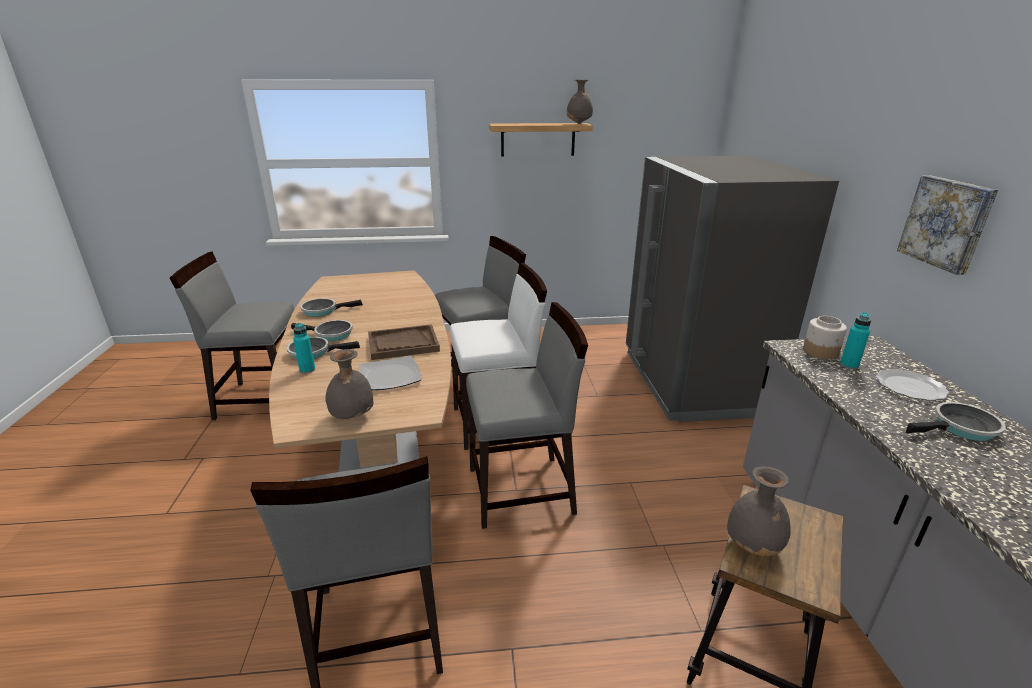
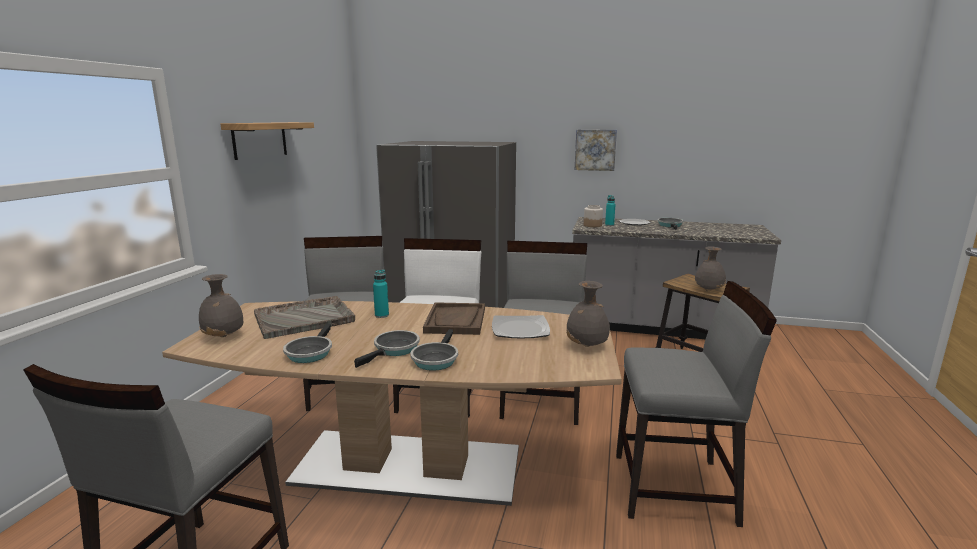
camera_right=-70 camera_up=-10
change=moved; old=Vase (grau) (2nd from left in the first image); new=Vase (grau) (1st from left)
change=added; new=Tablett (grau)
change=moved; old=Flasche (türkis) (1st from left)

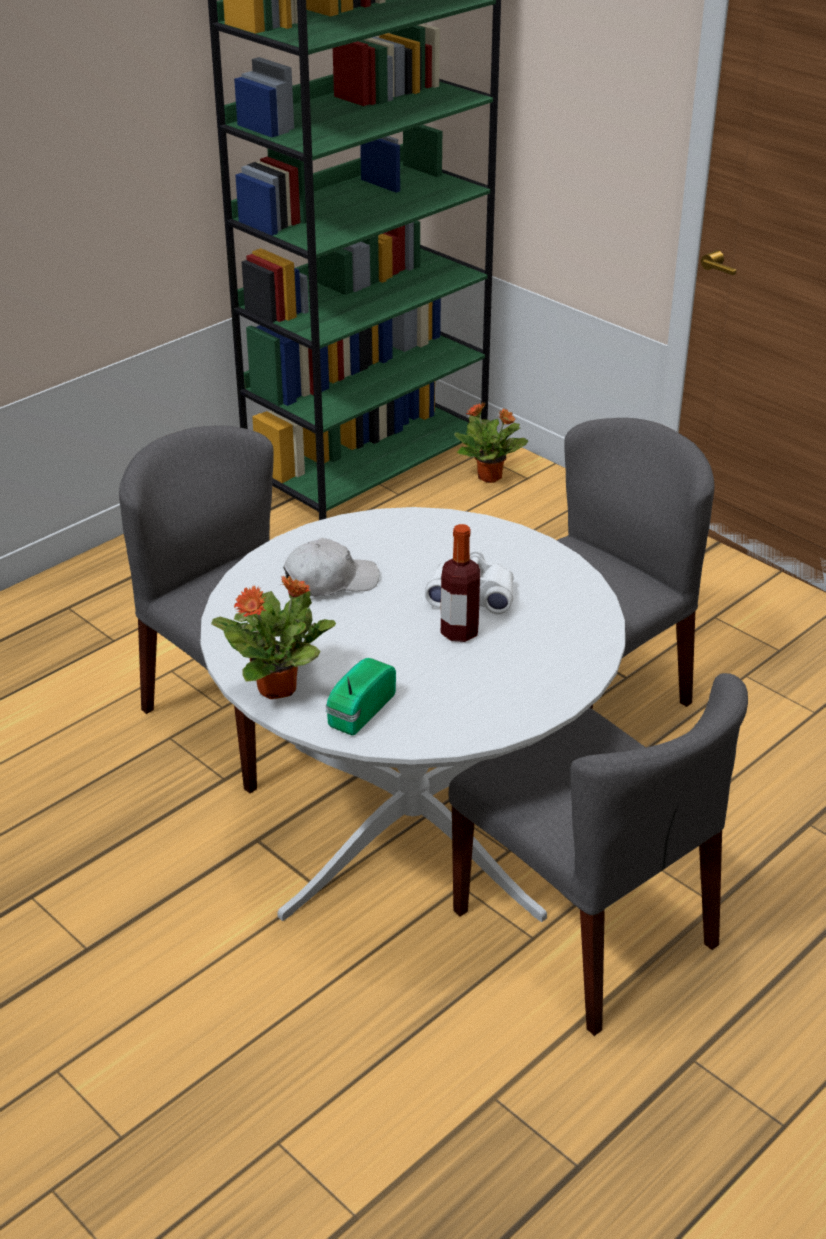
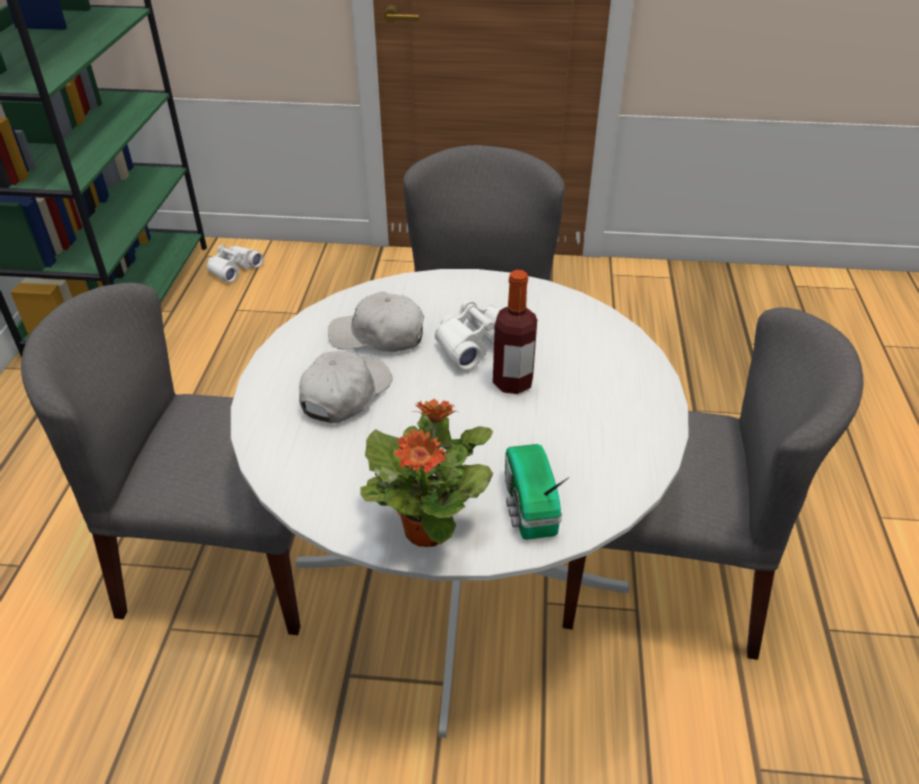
camera_right=-40 camera_up=5
change=replaced; old=Topfpflanze (2nd from left); new=Fernglas (weiß) (1st from left)
change=added; new=Kappe (weiß) (2nd from left)

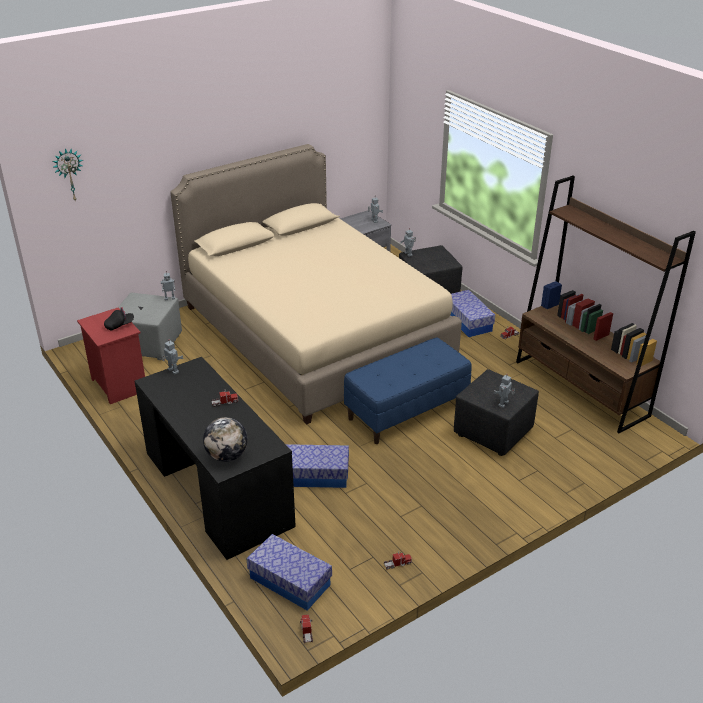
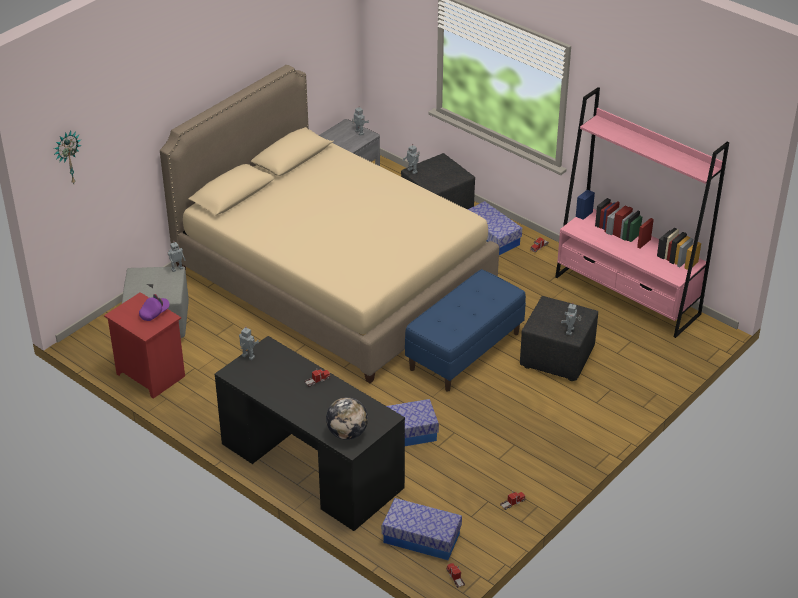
camera_right=-15 camera_up=5
change=recoloured; old=Kappe (schwarz); new=Kappe (lila)
change=recoloured; old=Bücherregal (braun); new=Bücherregal (rosa)

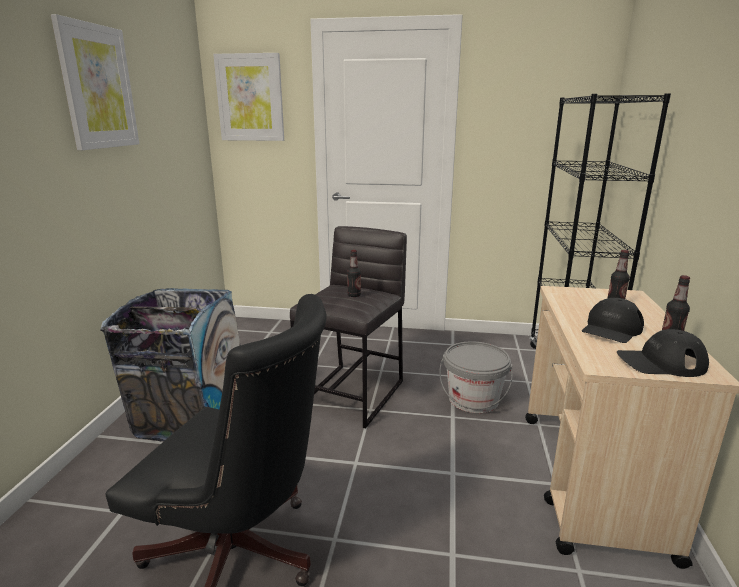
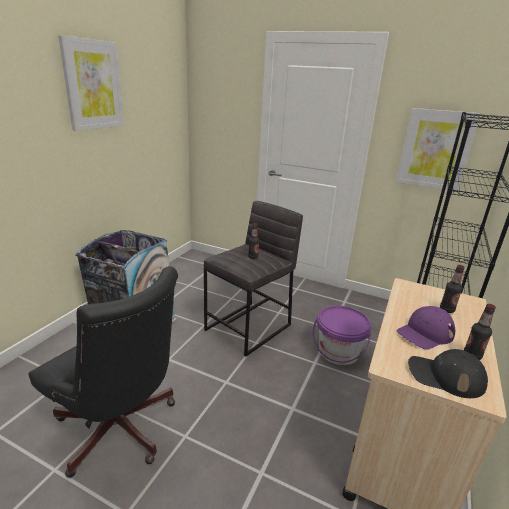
camera_right=15 camera_up=5
change=recoloured; old=Eimer (grau); new=Eimer (lila)
change=moved; old=Bild (2nd from left)
change=recoloured; old=Kappe (schwarz) (1st from left); new=Kappe (lila)

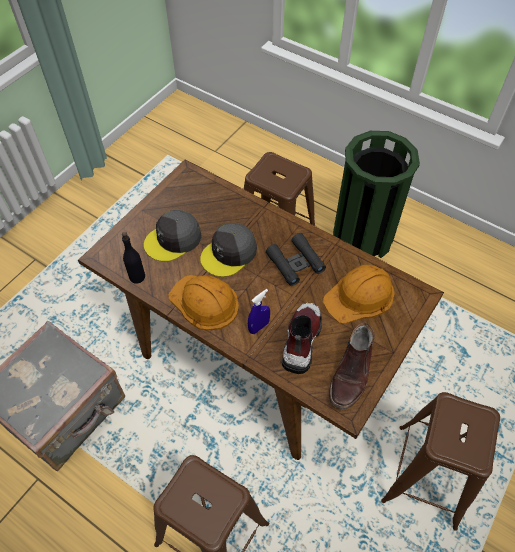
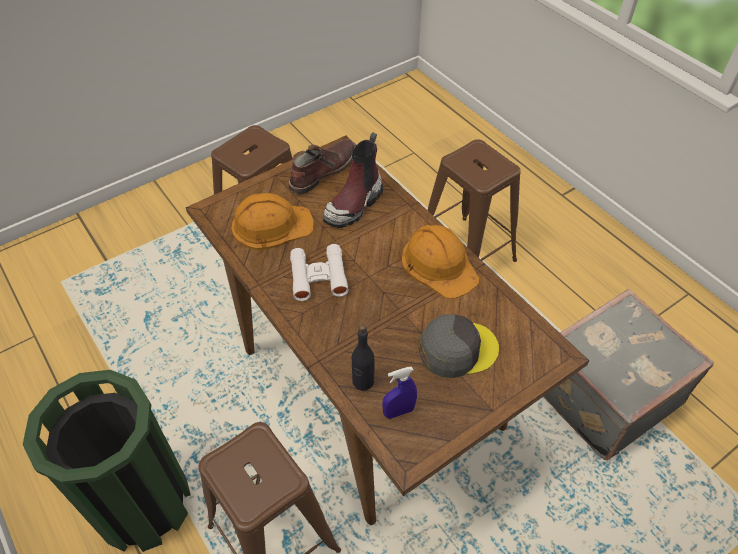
camera_right=-160 camera_up=-5
change=recoloured; old=Fernglas (schwarz); new=Fernglas (weiß)
change=moved; old=Flasche (schwarz)
change=moved; old=Sprühflasche (blau)
change=removed; old=Kappe (grau) (2nd from left)

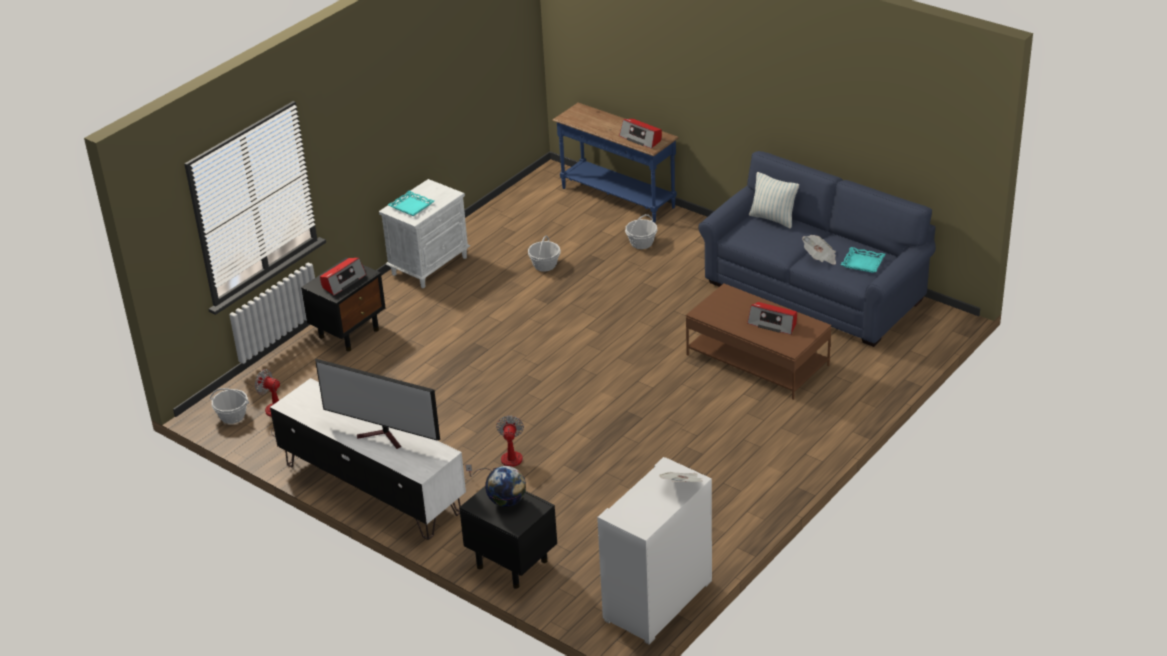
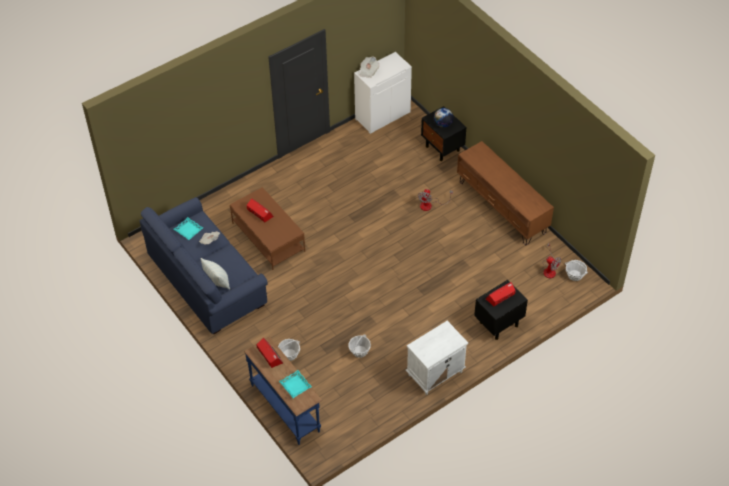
camera_right=-165 camera_up=15
change=moved; old=Tablett (türkis) (1st from left in the first image); new=Tablett (türkis) (2nd from left)
change=recoloured; old=Fernsehschrank (weiß); new=Fernsehschrank (braun)
change=removed; old=Fernseher

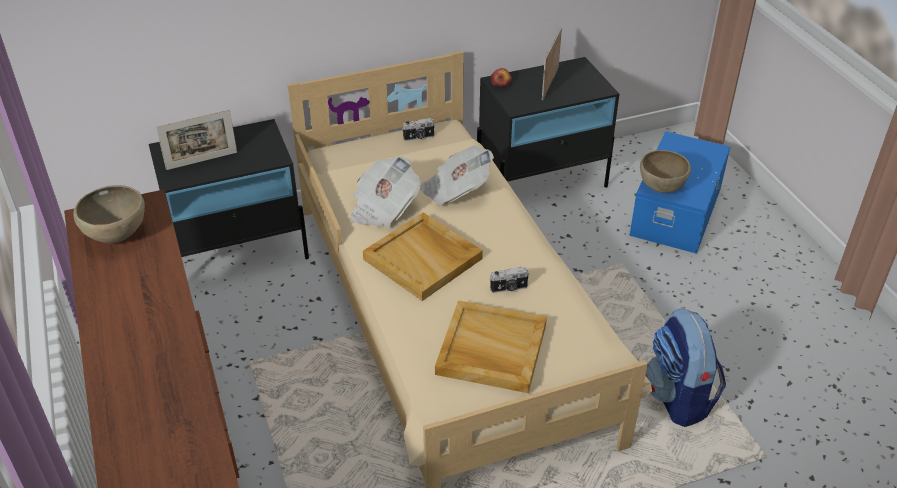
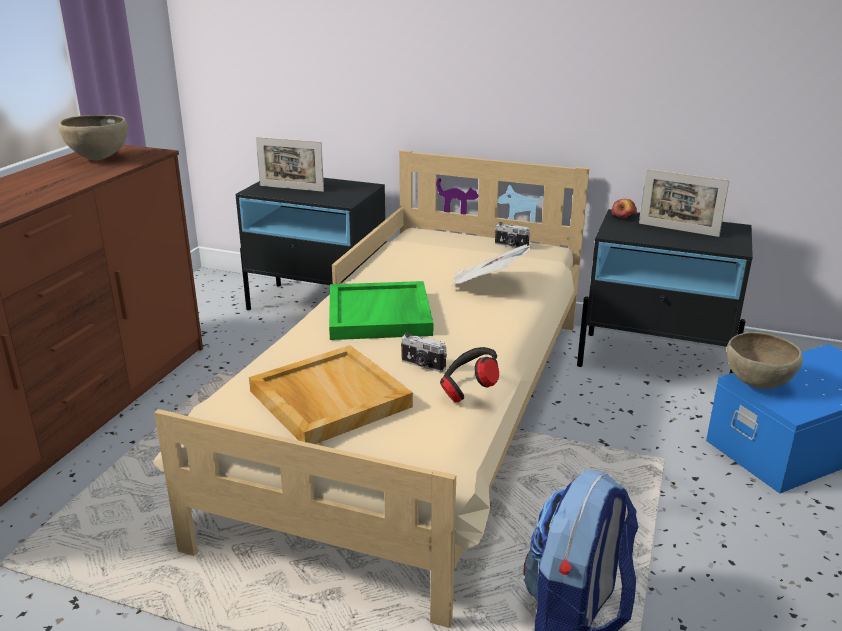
camera_right=40 camera_up=-15
change=recoloured; old=Tablett (beige) (1st from left); new=Tablett (grün)
change=added; new=Kopfhörer (schwarz)
change=turned; old=Bilderrahmen (2nd from left); degrees=-120
change=removed; old=Zeitung (1st from left)

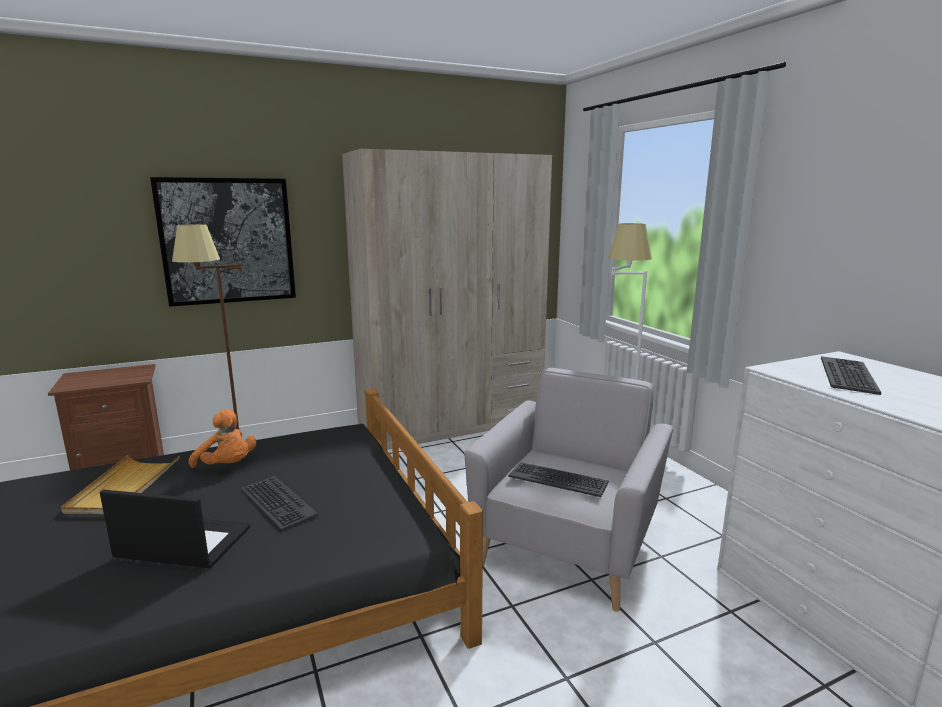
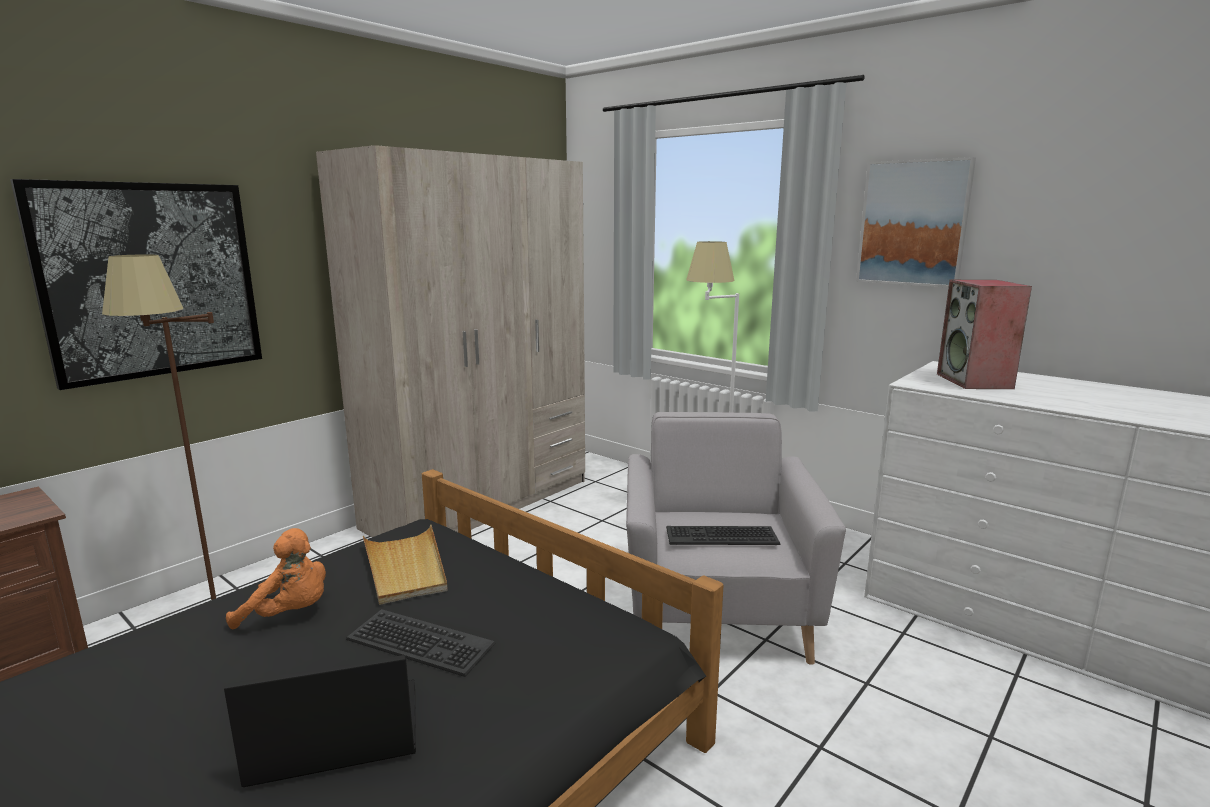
camera_right=-25 camera_up=0
change=moved; old=Tablett (beige)
change=added; new=Bild (2nd from left)
change=replaced; old=Tastatur (3rd from left); new=Lautsprecher

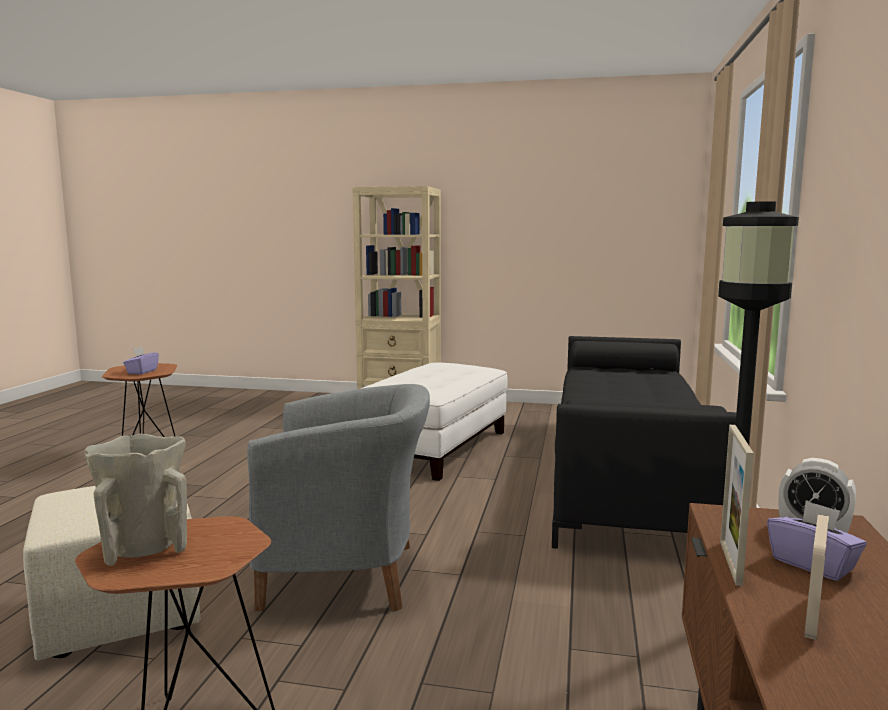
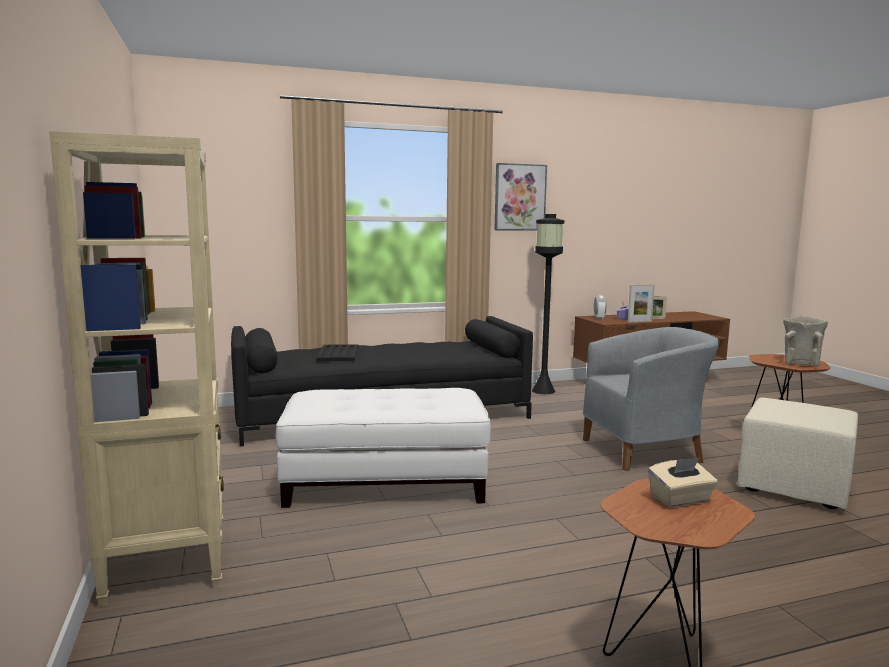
camera_right=-120 camera_up=0
change=added; new=Tablett (schwarz)
change=added; new=Bild
change=turned; old=Sessel (grau); degrees=105
change=recoloured; old=Taschentuchbox (lila) (1st from left); new=Taschentuchbox (beige)

